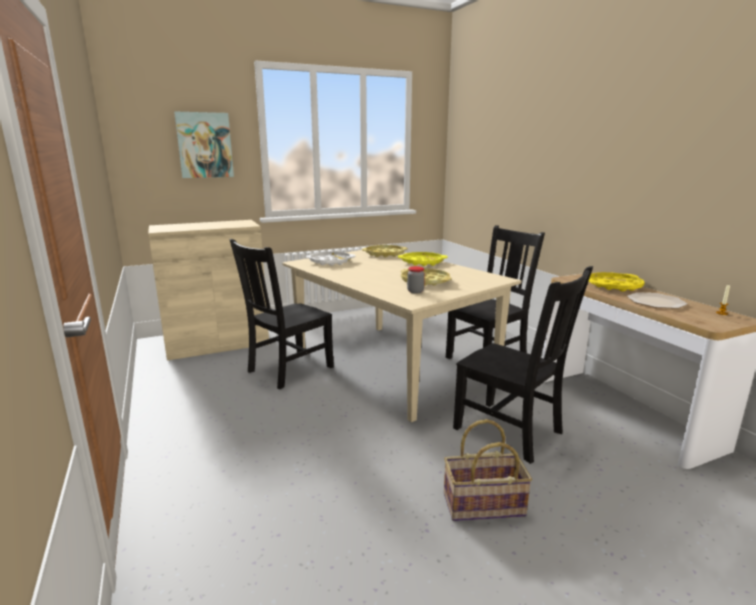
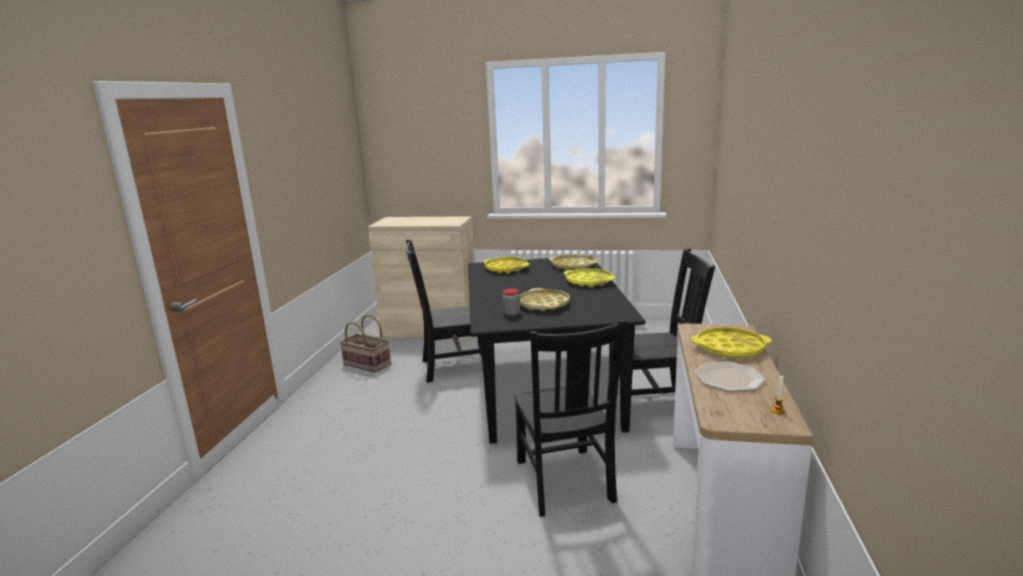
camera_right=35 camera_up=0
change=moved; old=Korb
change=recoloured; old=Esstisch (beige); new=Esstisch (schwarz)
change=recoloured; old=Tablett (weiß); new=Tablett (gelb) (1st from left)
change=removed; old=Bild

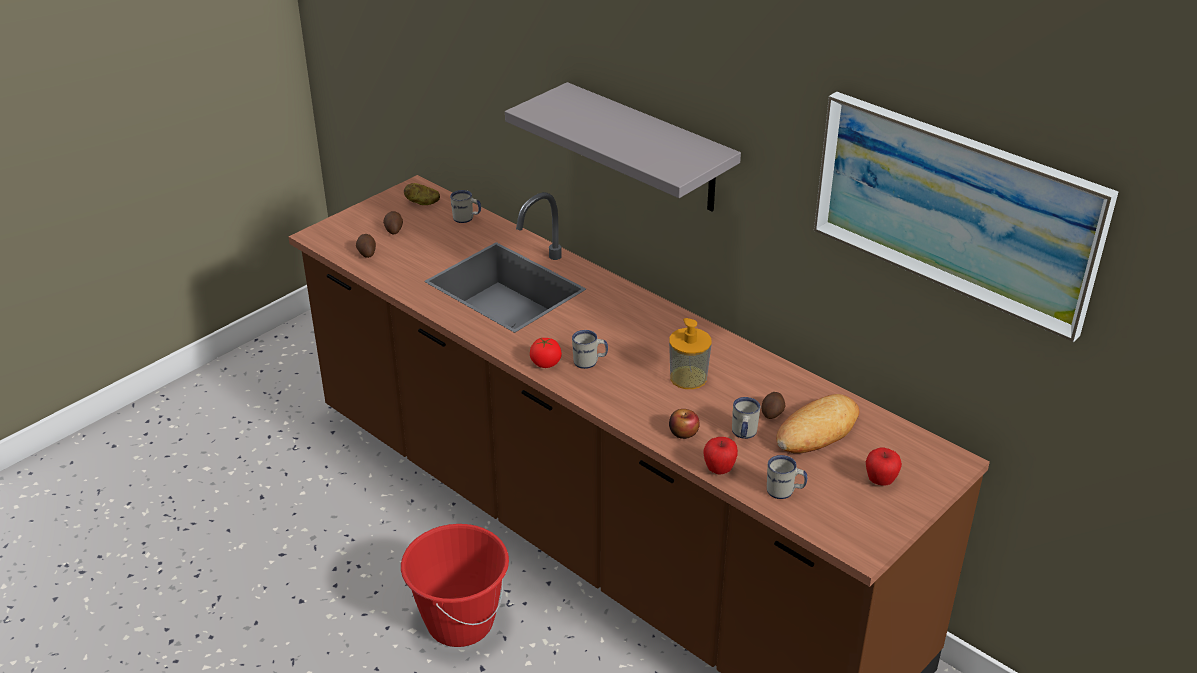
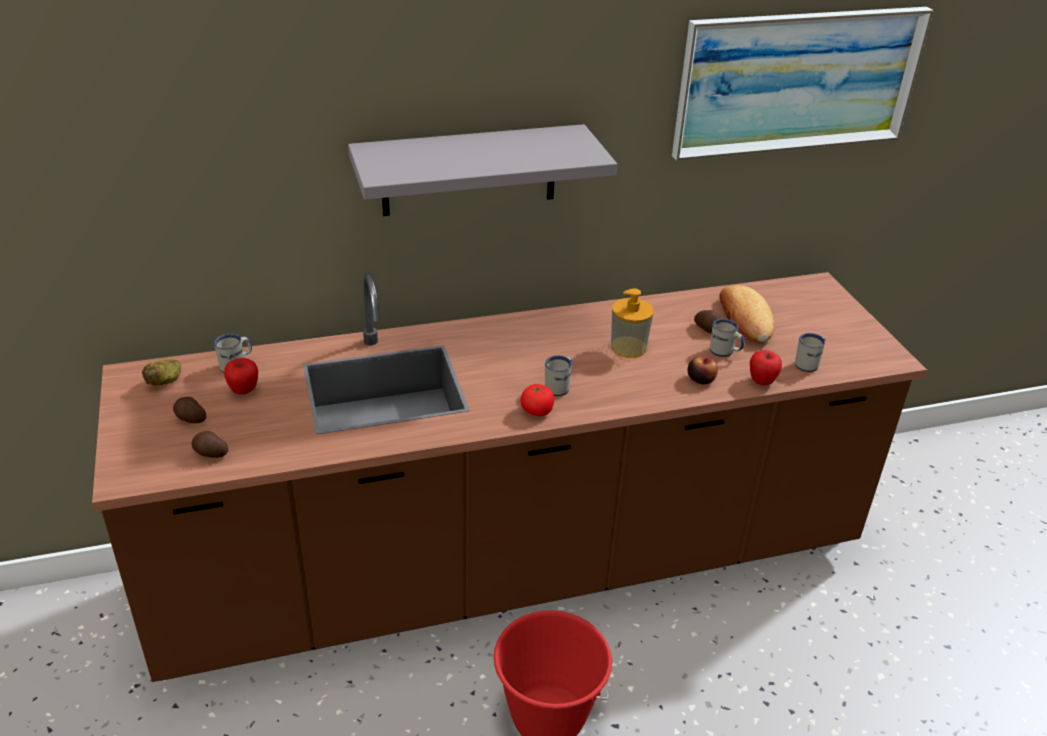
camera_right=-60 camera_up=0
change=moved; old=Apfel (3rd from left in the first image); new=Apfel (1st from left)

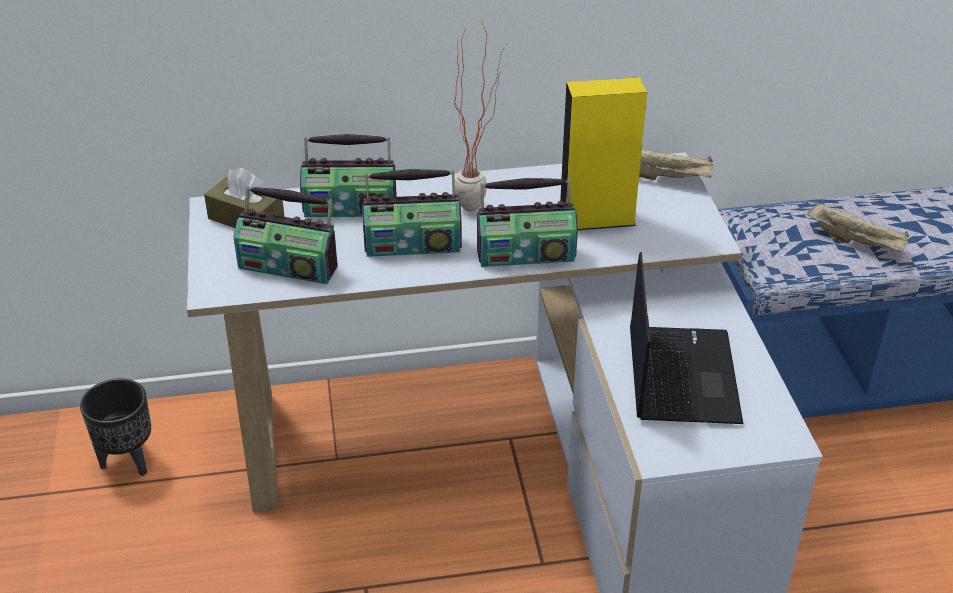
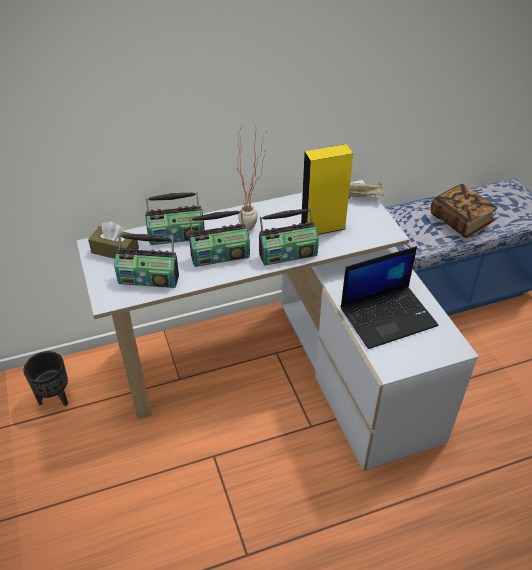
camera_right=-10 camera_up=5
change=turned; old=Laptop; degrees=75
change=replaced; old=Tablett (beige) (2nd from left); new=Buch

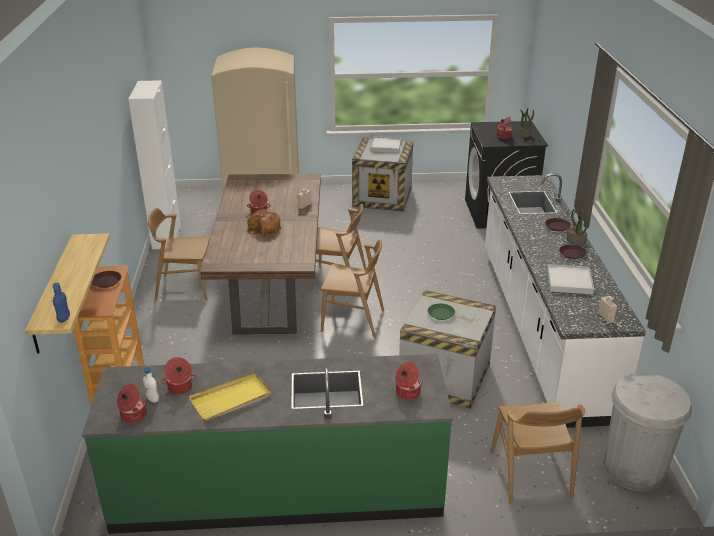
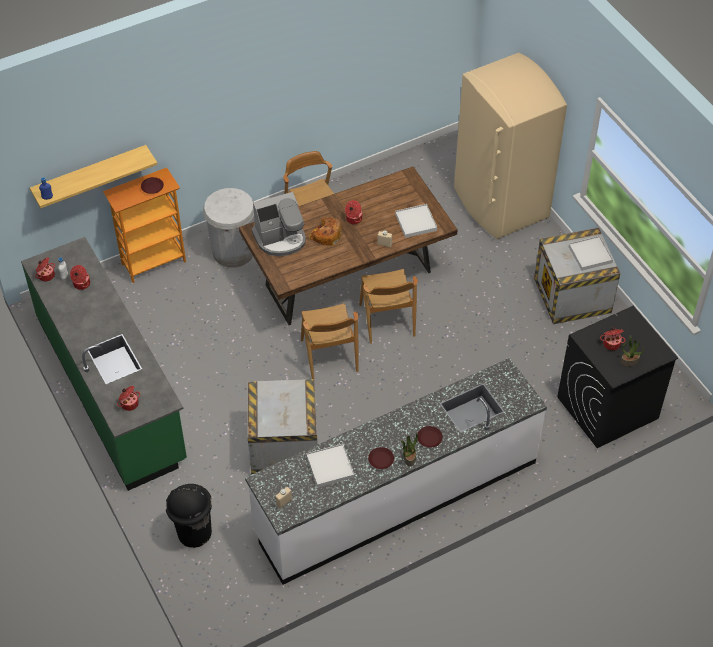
camera_right=65 camera_up=20
change=replaced; old=Stuhl (braun) (4th from left); new=Mülleimer (schwarz)
change=moved; old=Mülleimer (weiß)
change=added; new=Kaffeemaschine
change=added; new=Tablett (weiß) (2nd from left)
change=removed; old=Schrank (weiß)
change=removed; old=Tablett (gelb)
change=removed; old=Teller (grün)

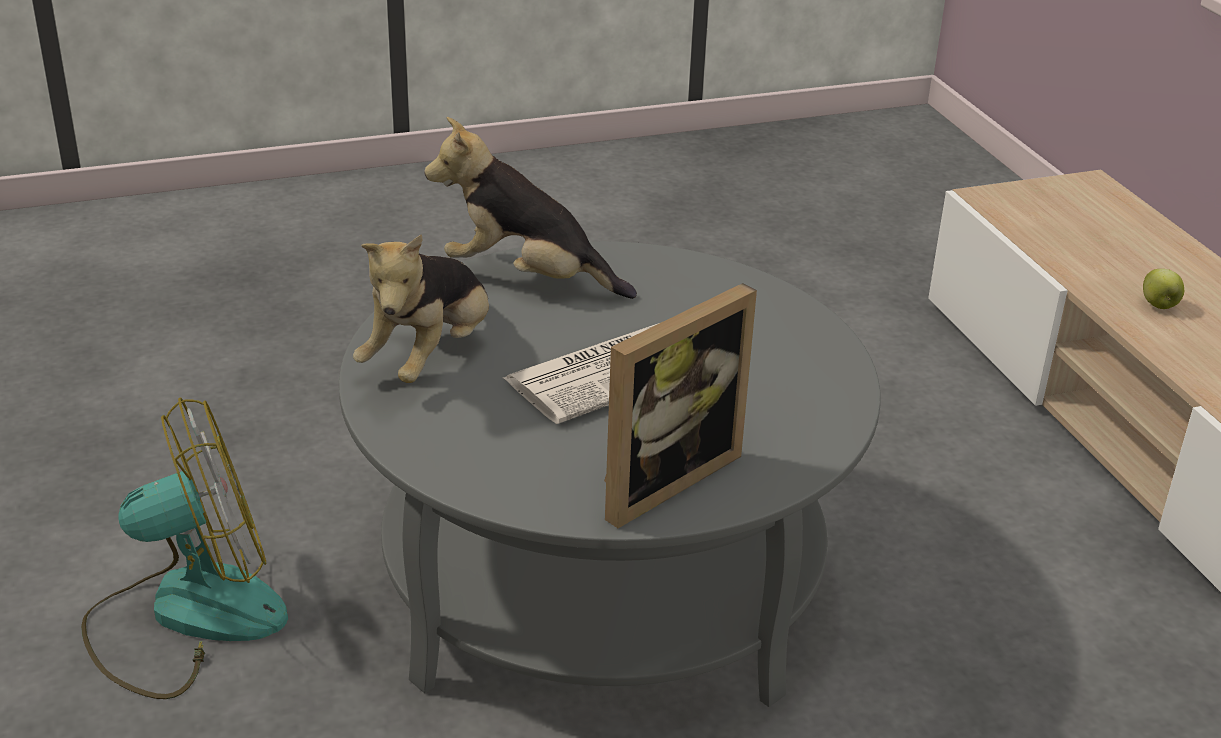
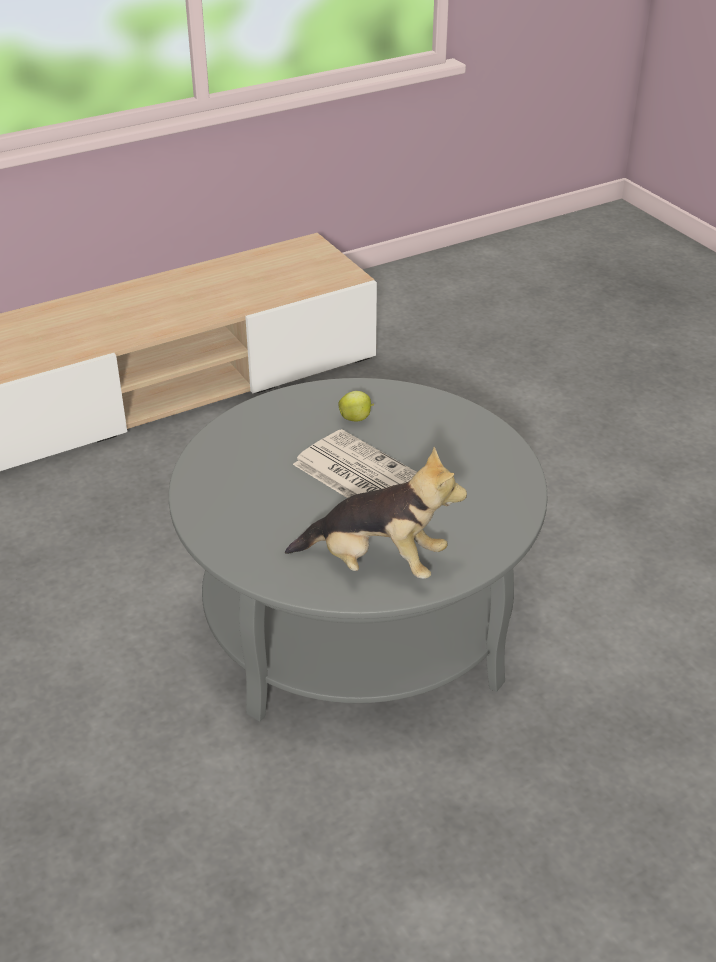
camera_right=-100 camera_up=5
change=moved; old=Apfel
change=removed; old=Ventilator
change=removed; old=Plüschtier (2nd from left)
change=removed; old=Bilderrahmen

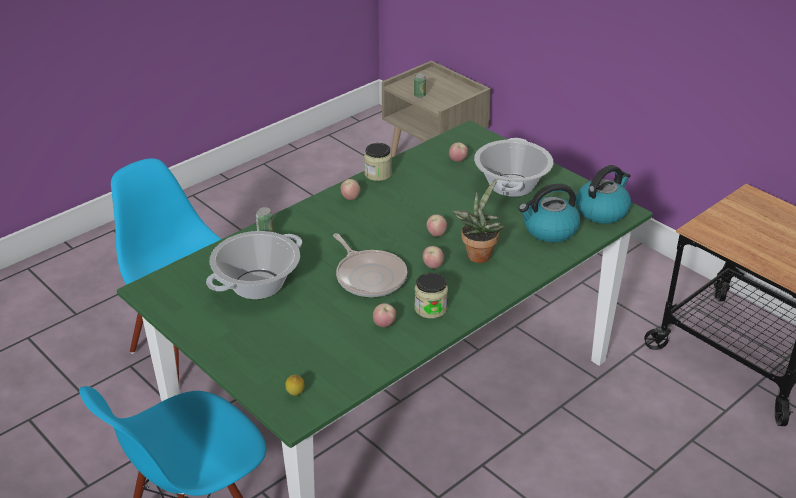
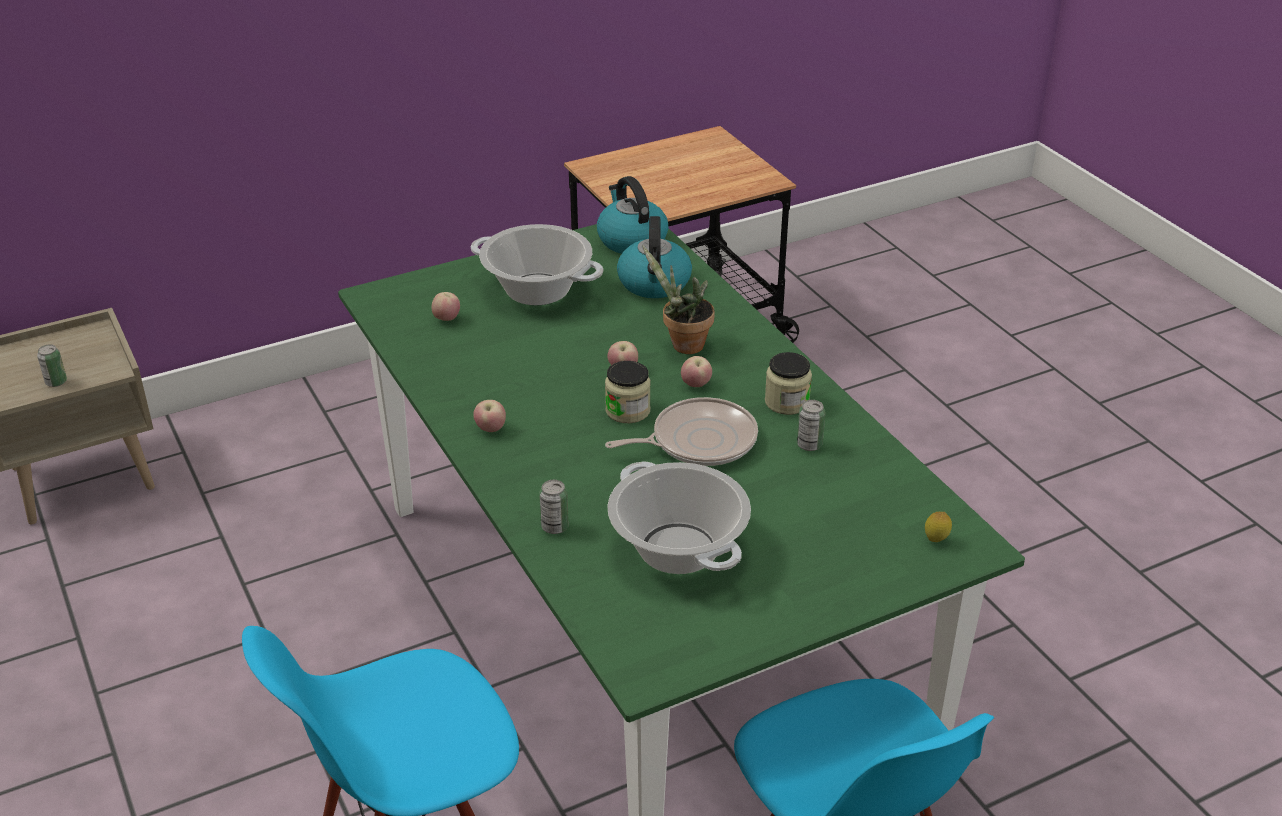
camera_right=-75 camera_up=0
change=moved; old=Vorratsglas (1st from left)
change=replaced; old=Apfel (2nd from left); new=Dose (3rd from left)

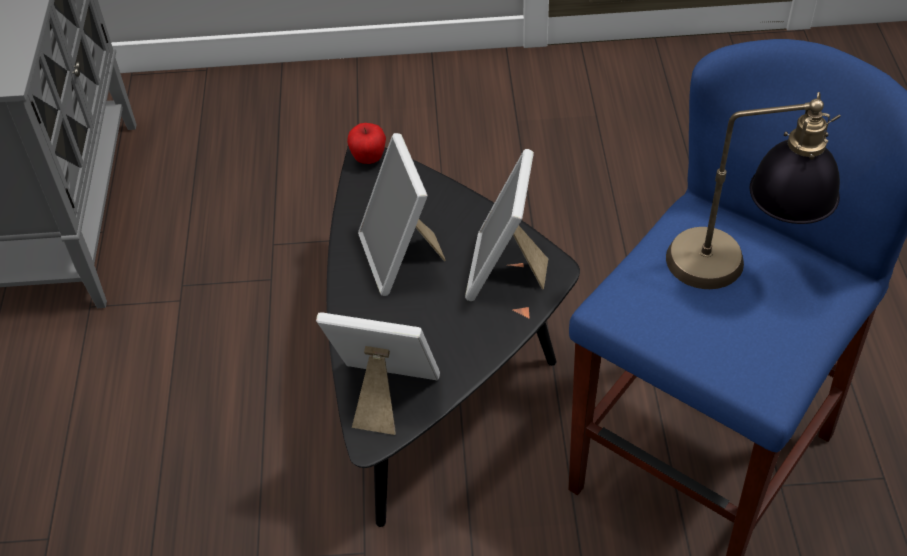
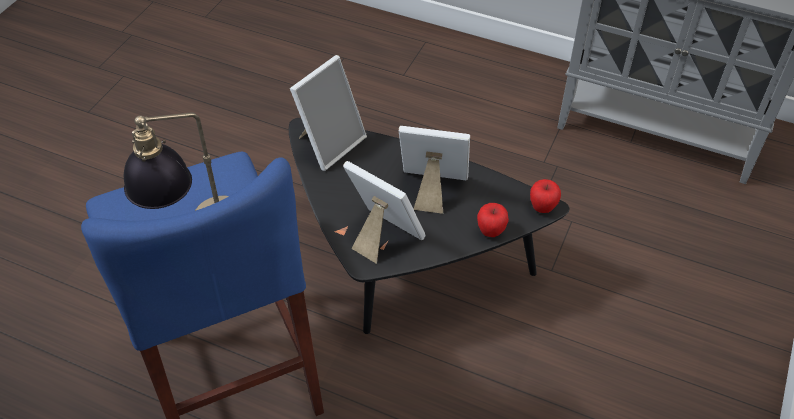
camera_right=115 camera_up=0
change=added; new=Apfel (1st from left)

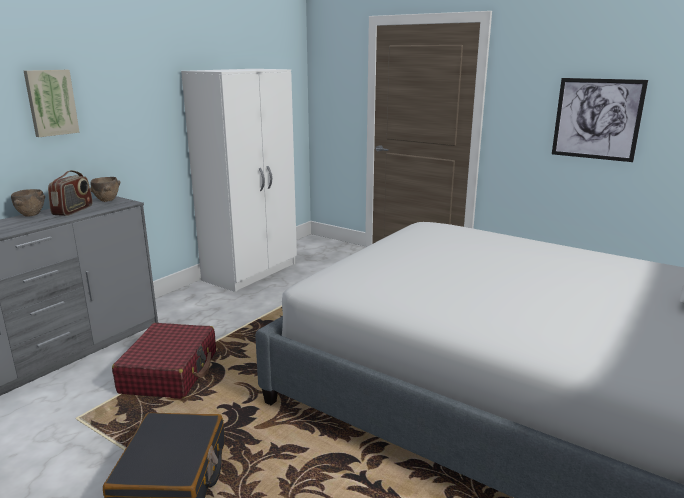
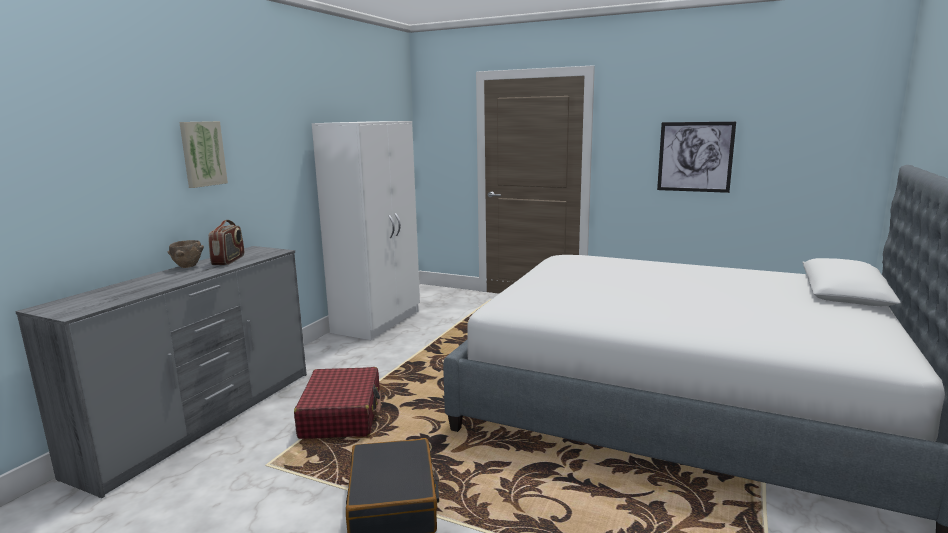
camera_right=-10 camera_up=-5
change=removed; old=Schüssel (braun) (2nd from left)

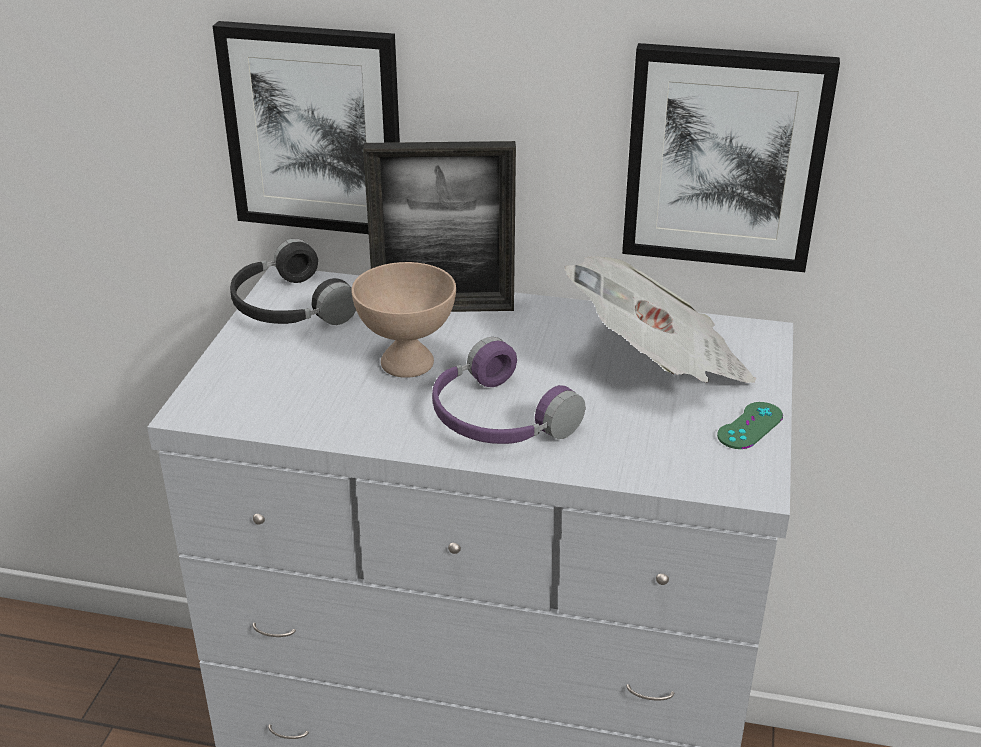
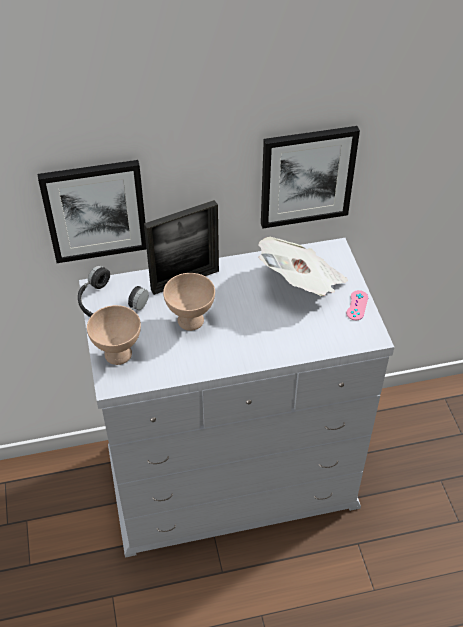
camera_right=-25 camera_up=15
change=added; new=Schüssel (beige) (1st from left)
change=recoloured; old=Gamepad (grün); new=Gamepad (rosa)
change=removed; old=Kopfhörer (lila)

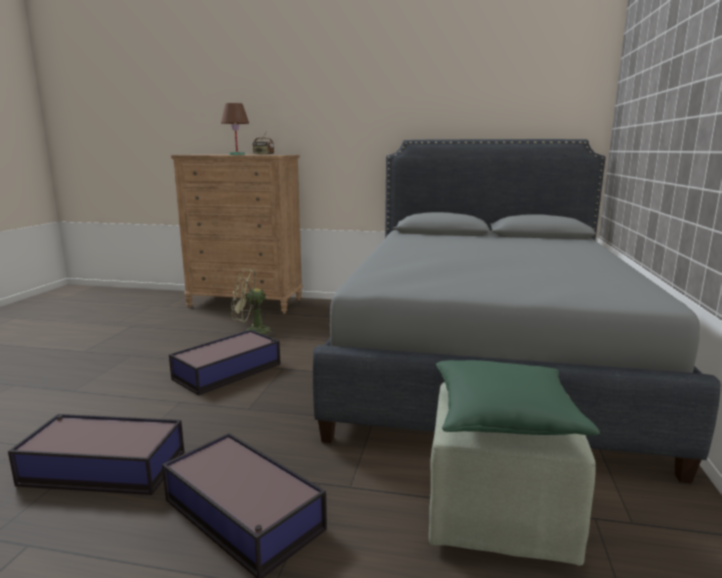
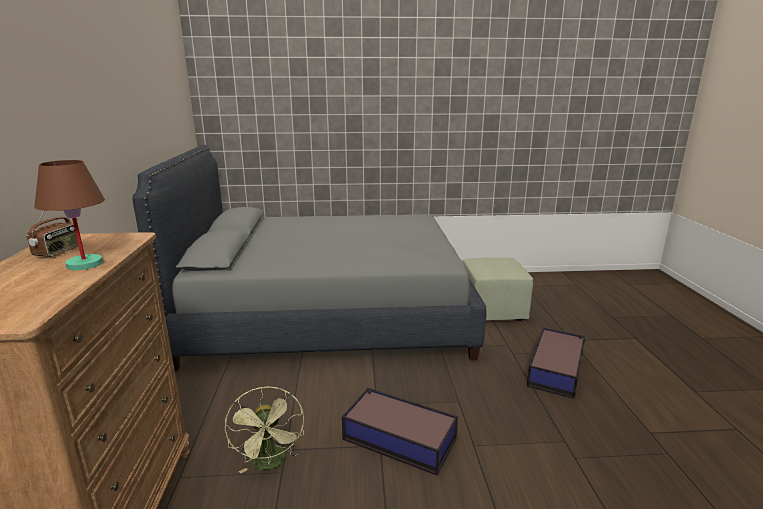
camera_right=-105 camera_up=5
change=removed; old=Aufbewahrungsbox (1st from left)
change=removed; old=Kissen (grün)

